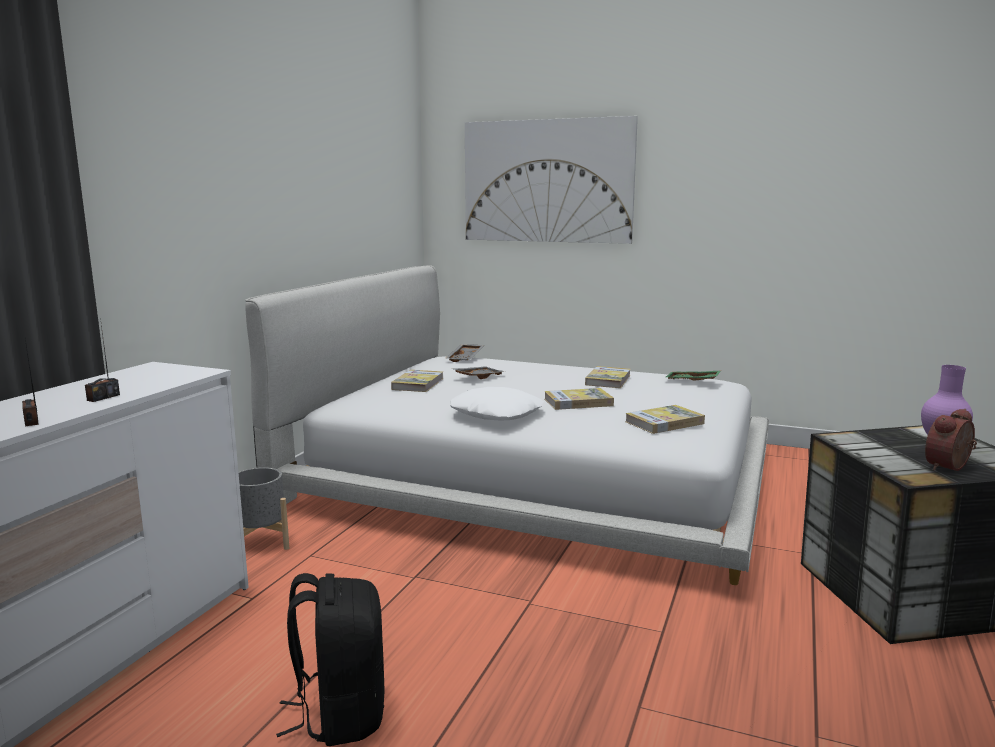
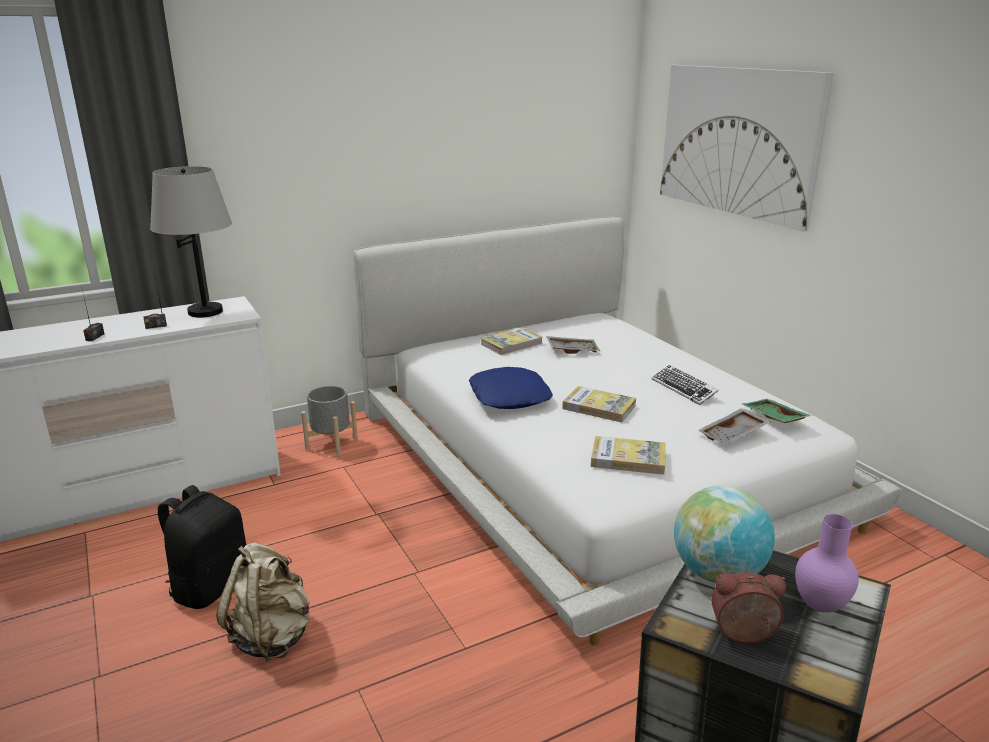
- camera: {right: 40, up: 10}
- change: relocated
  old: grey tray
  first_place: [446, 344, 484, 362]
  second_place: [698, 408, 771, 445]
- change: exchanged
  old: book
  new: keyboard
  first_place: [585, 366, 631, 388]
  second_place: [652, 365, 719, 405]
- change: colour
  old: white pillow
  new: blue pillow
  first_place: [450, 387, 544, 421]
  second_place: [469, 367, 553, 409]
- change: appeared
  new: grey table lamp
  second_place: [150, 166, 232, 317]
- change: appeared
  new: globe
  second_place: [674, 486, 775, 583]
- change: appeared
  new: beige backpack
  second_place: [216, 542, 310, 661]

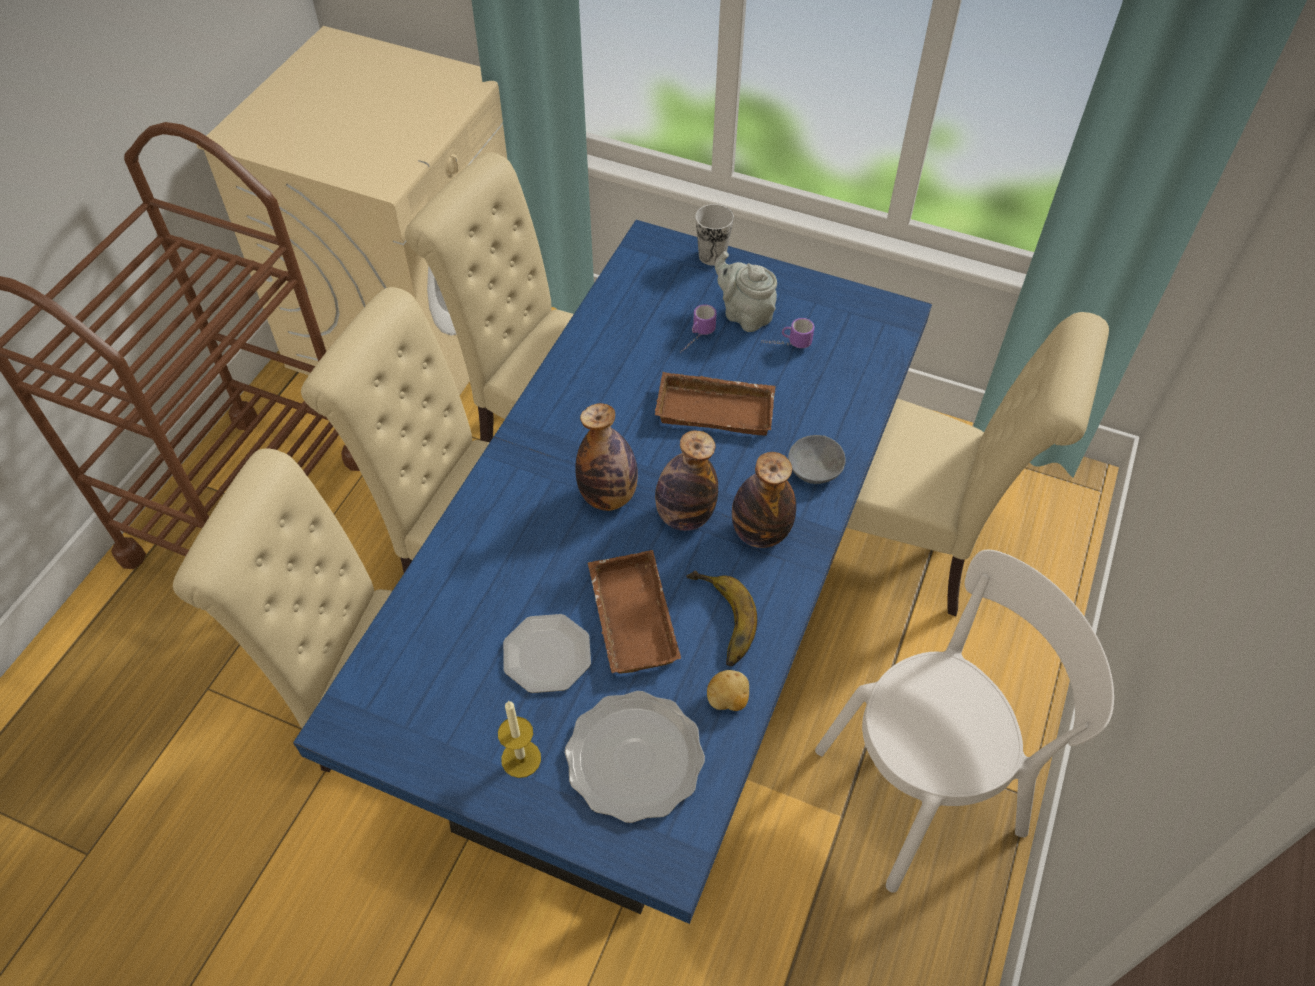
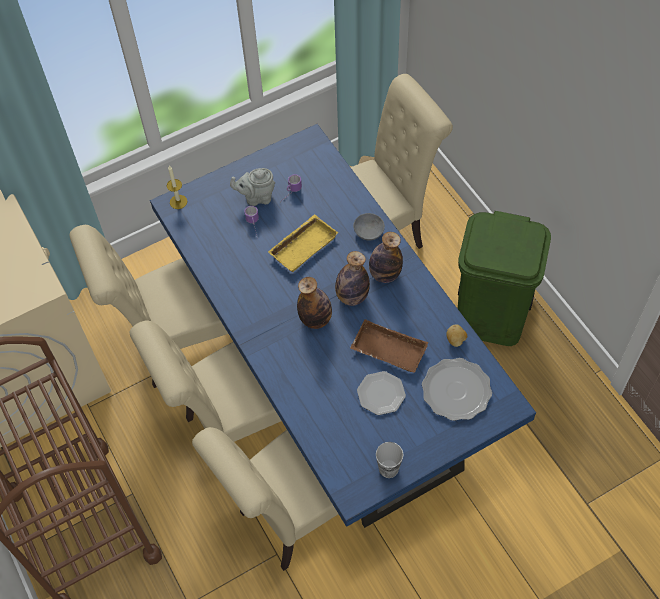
- camera: {right: -50, up: 5}
- change: relocated
  old: cup
  first_place: [696, 204, 734, 266]
  second_place: [376, 442, 403, 478]
- change: colour
  old: brown tray
  new: yellow tray
  first_place: [655, 372, 776, 436]
  second_place: [268, 214, 338, 272]
- change: exchanged
  old: white chair
  new: green trash can
  first_place: [815, 550, 1114, 893]
  second_place: [457, 211, 551, 346]
- change: missing
  old: banana
  first_place: [687, 570, 757, 666]
- change: relocated
  old: candle
  first_place: [498, 701, 541, 778]
  second_place: [167, 165, 188, 209]

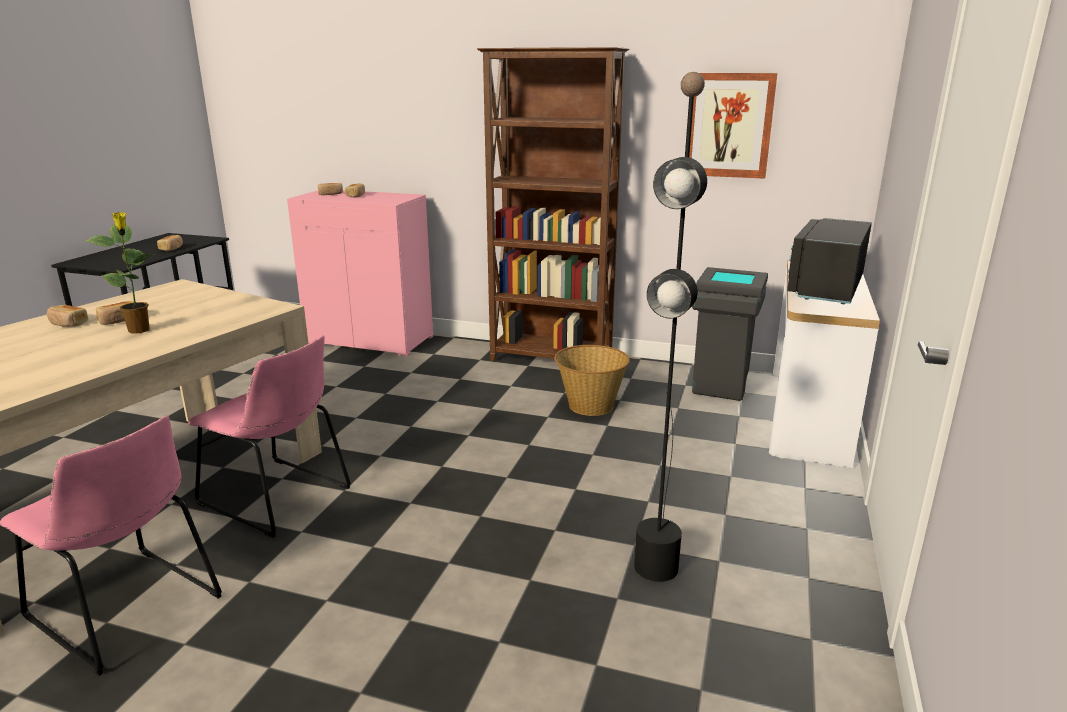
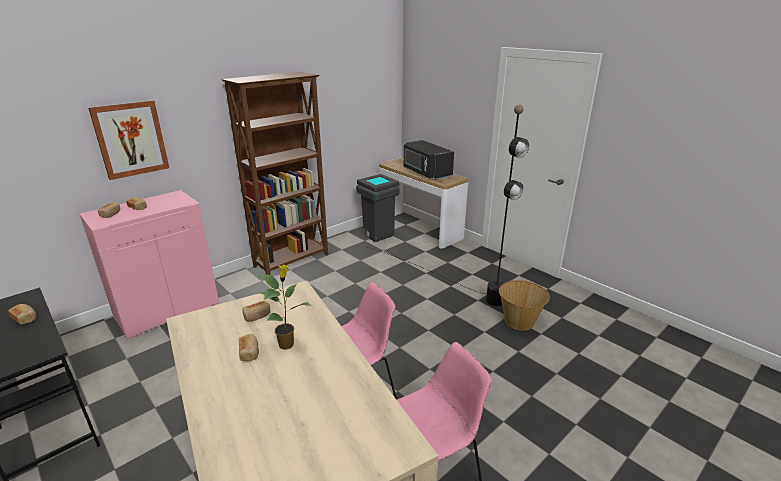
- camera: {right: -60, up: 5}
- change: relocated
  old: picture
  first_place: [689, 73, 777, 179]
  second_place: [88, 100, 169, 180]
- change: relocated
  old: bread
  first_place: [47, 305, 88, 327]
  second_place: [243, 301, 270, 322]
- change: relocated
  old: basket
  first_place: [554, 345, 630, 416]
  second_place: [499, 280, 550, 330]

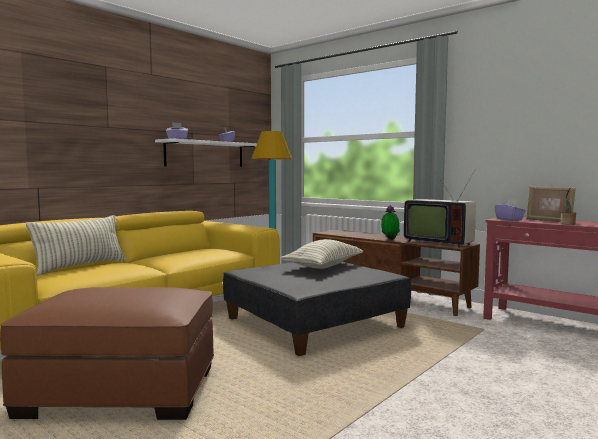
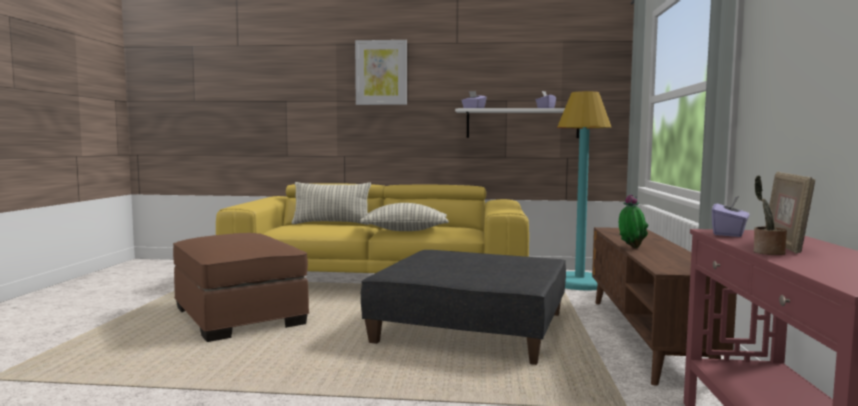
- camera: {right: 55, up: 0}
- change: missing
  old: television
  first_place: [404, 169, 476, 248]
- change: relocated
  old: pillow
  first_place: [281, 239, 363, 269]
  second_place: [360, 203, 449, 231]
- change: appeared
  new: picture
  second_place: [355, 40, 407, 105]

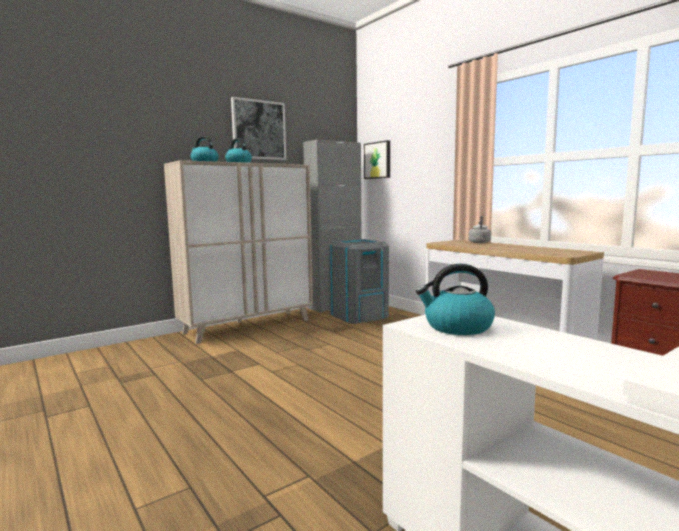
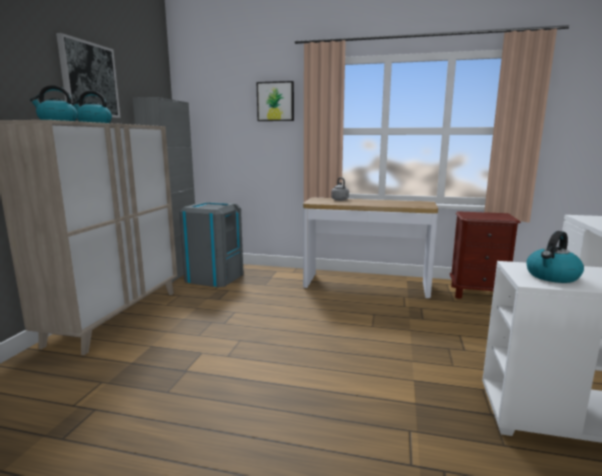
- camera: {right: -40, up: 5}
- change: relocated
  old: picture
  first_place: [364, 140, 390, 179]
  second_place: [257, 81, 294, 121]

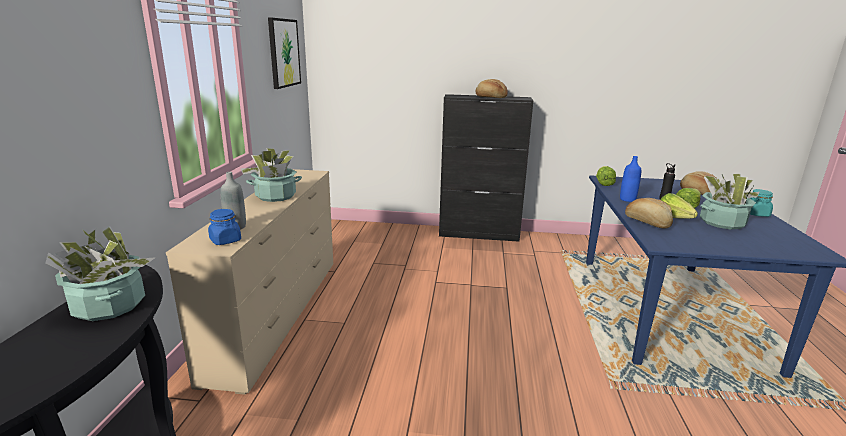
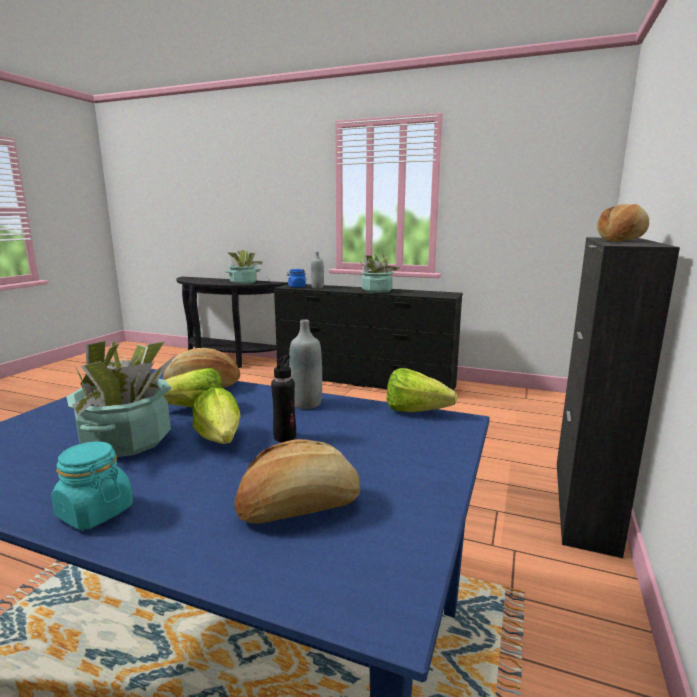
- camera: {right: 105, up: -5}
- change: missing
  old: picture
  first_place: [268, 18, 301, 89]
- change: colour
  old: blue bottle
  new: grey bottle
  first_place: [620, 156, 641, 202]
  second_place: [289, 319, 322, 409]
- change: colour
  old: beige dresser
  new: black dresser
  first_place: [166, 169, 333, 395]
  second_place: [274, 284, 463, 390]

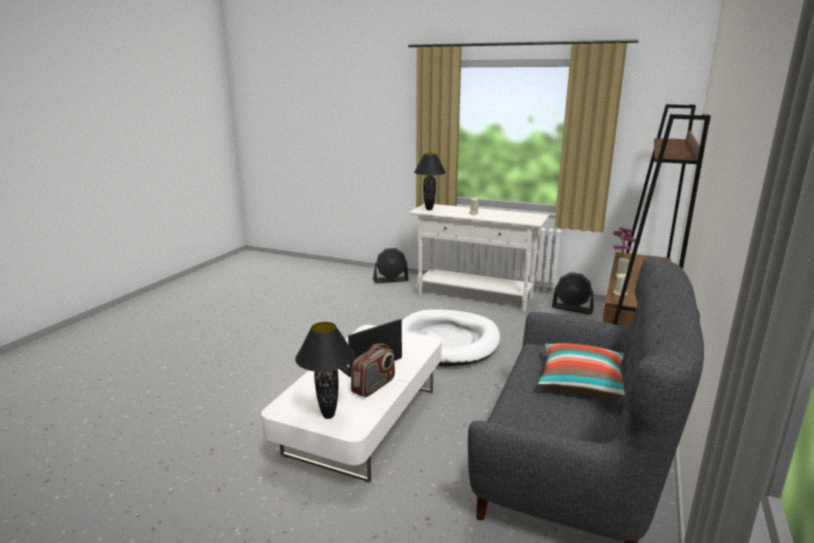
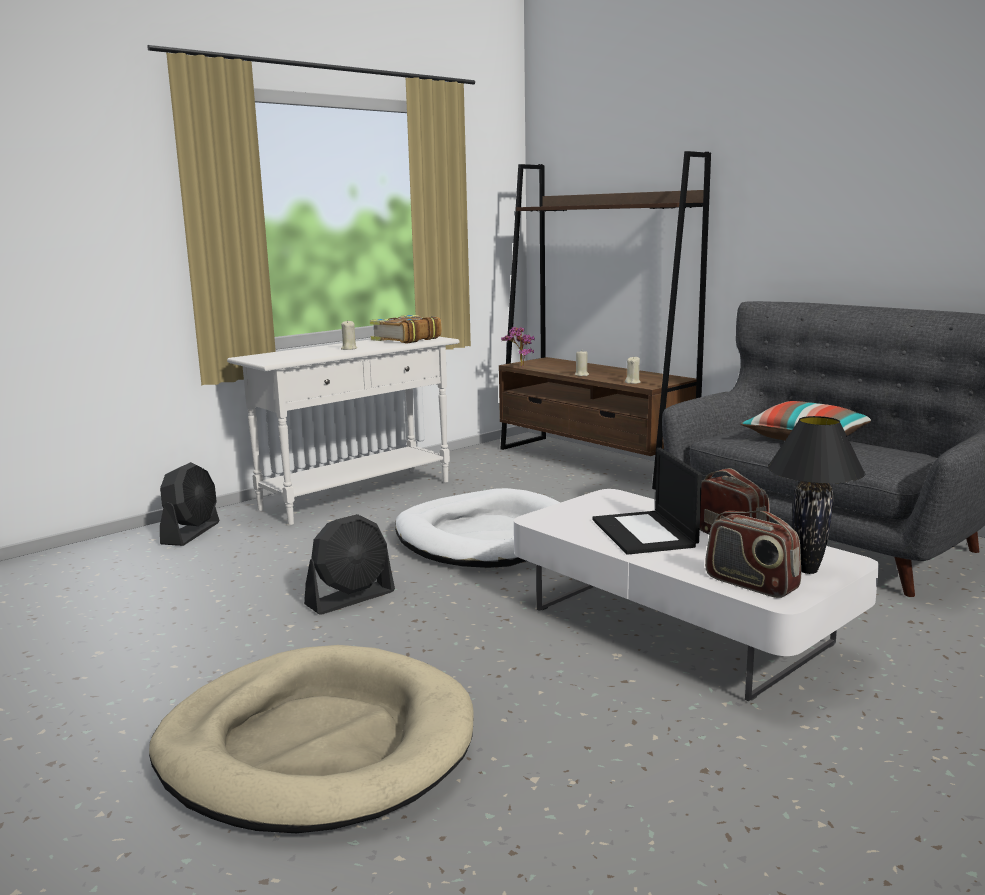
- camera: {right: -65, up: -5}
- change: missing
  old: black table lamp
  first_place: [414, 154, 446, 210]
- change: relocated
  old: black fan
  first_place: [552, 272, 594, 315]
  second_place: [304, 514, 395, 615]
- change: appeared
  new: book
  second_place: [370, 315, 442, 344]
- change: appeared
  new: radio
  second_place: [705, 511, 801, 598]
- change: appeared
  new: beige dog bed
  second_place: [149, 645, 474, 833]

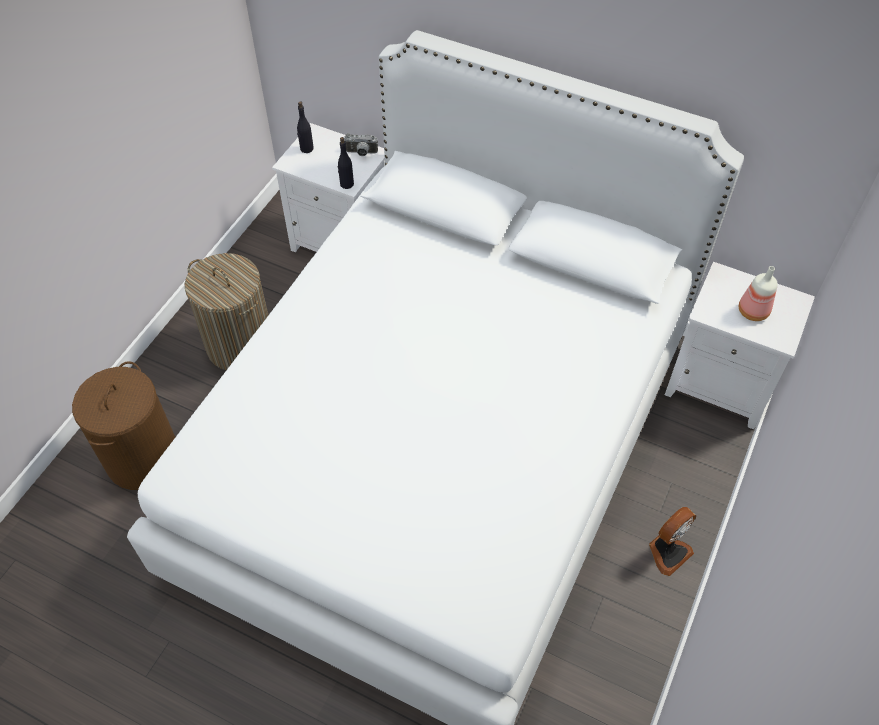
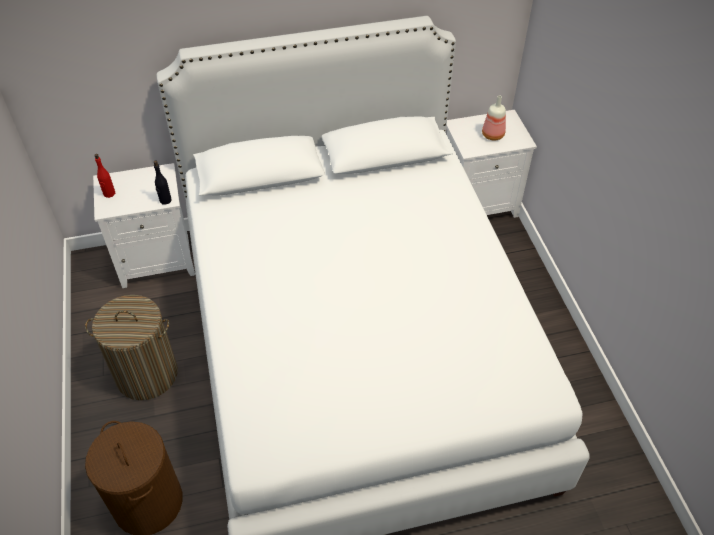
- camera: {right: -40, up: -5}
- change: colour
  old: black bottle
  new: red bottle
  first_place: [297, 101, 314, 153]
  second_place: [94, 154, 115, 198]
- change: missing
  old: photo camera
  first_place: [344, 133, 378, 156]
- change: missing
  old: fan
  first_place: [649, 507, 696, 576]

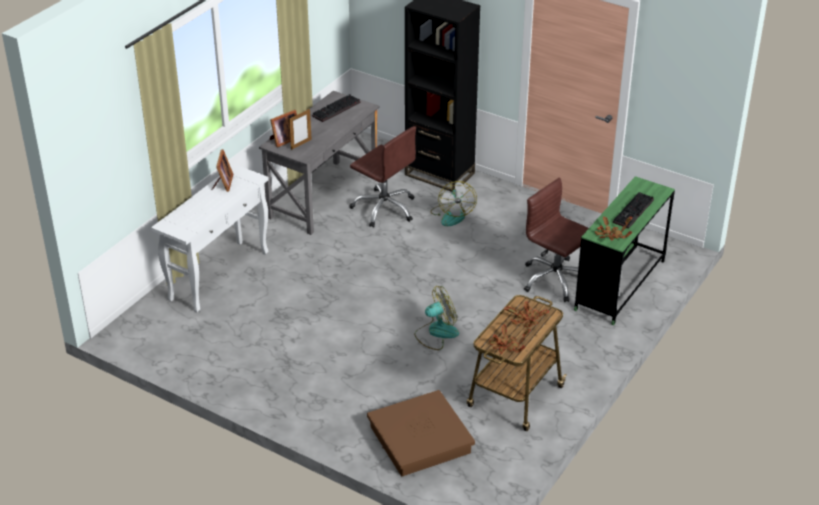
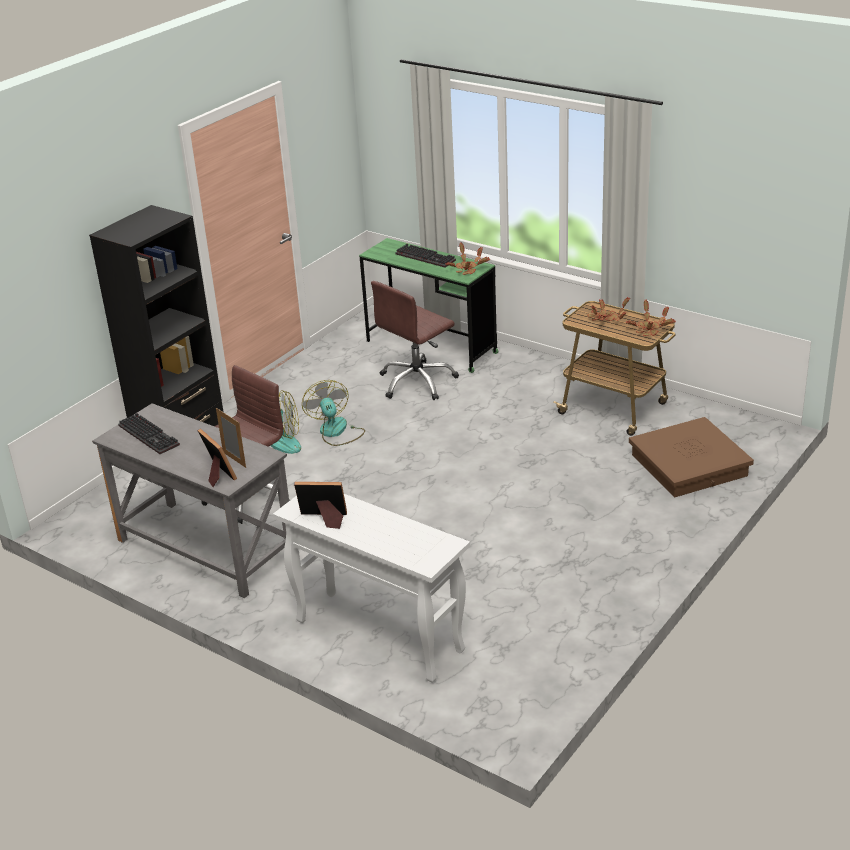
- camera: {right: -85, up: -5}
- change: relocated
  old: fan
  first_place: [414, 286, 459, 350]
  second_place: [302, 380, 365, 446]

